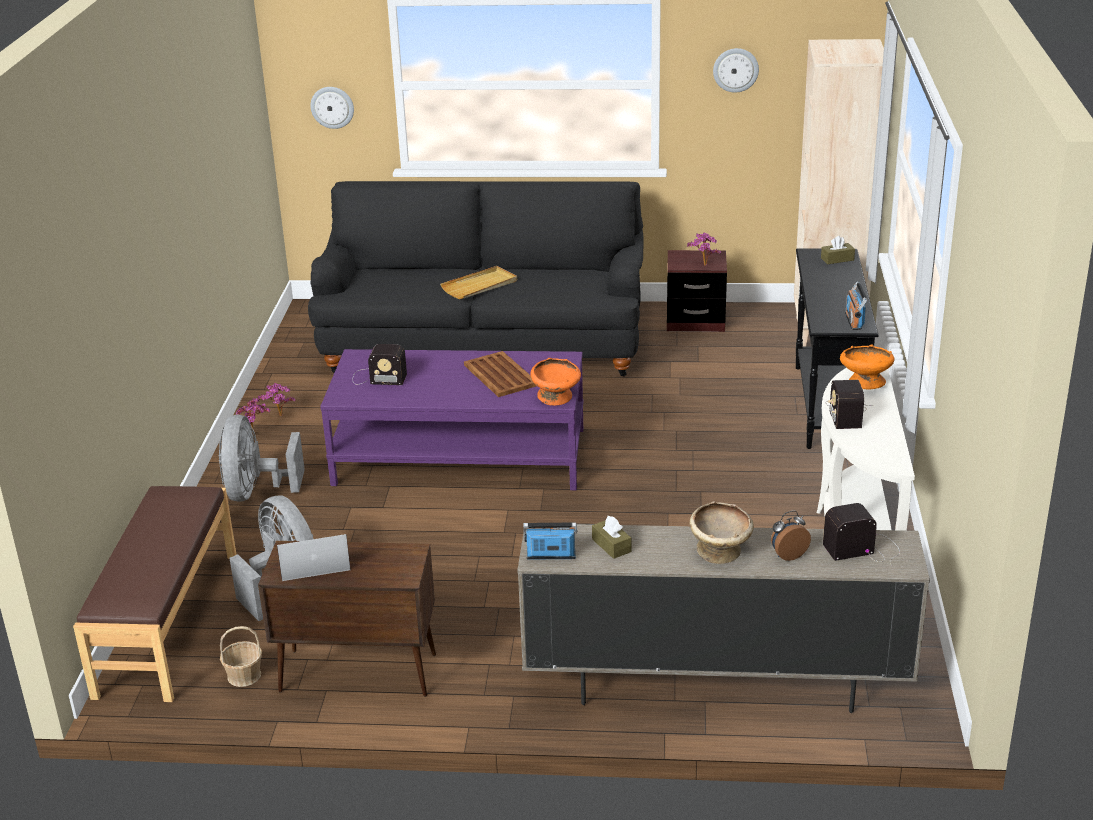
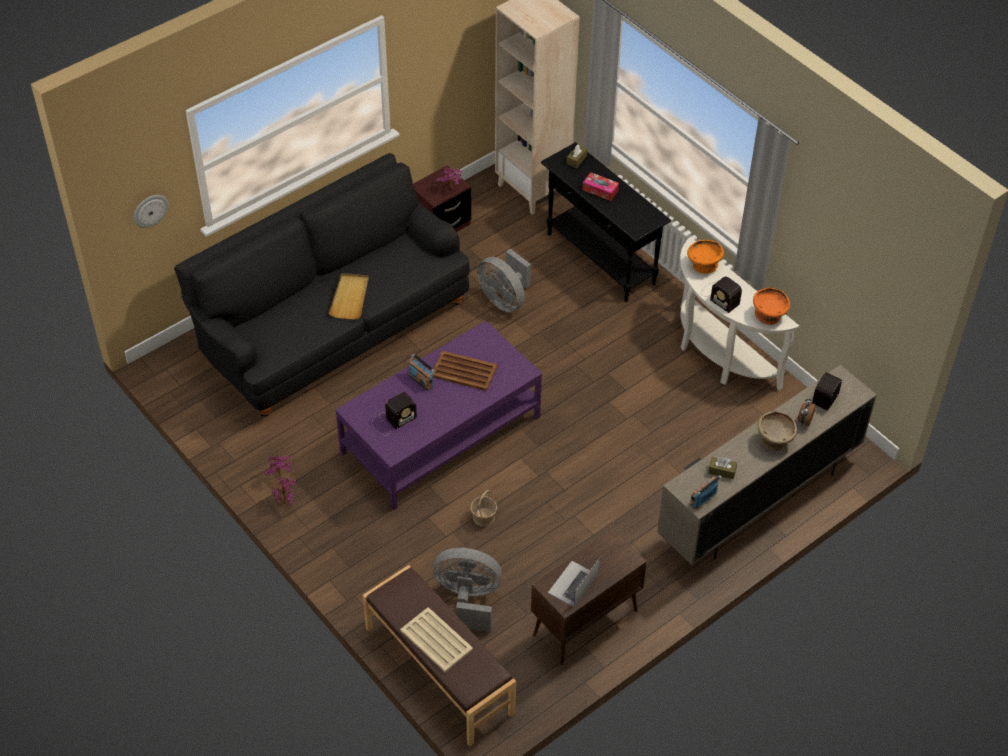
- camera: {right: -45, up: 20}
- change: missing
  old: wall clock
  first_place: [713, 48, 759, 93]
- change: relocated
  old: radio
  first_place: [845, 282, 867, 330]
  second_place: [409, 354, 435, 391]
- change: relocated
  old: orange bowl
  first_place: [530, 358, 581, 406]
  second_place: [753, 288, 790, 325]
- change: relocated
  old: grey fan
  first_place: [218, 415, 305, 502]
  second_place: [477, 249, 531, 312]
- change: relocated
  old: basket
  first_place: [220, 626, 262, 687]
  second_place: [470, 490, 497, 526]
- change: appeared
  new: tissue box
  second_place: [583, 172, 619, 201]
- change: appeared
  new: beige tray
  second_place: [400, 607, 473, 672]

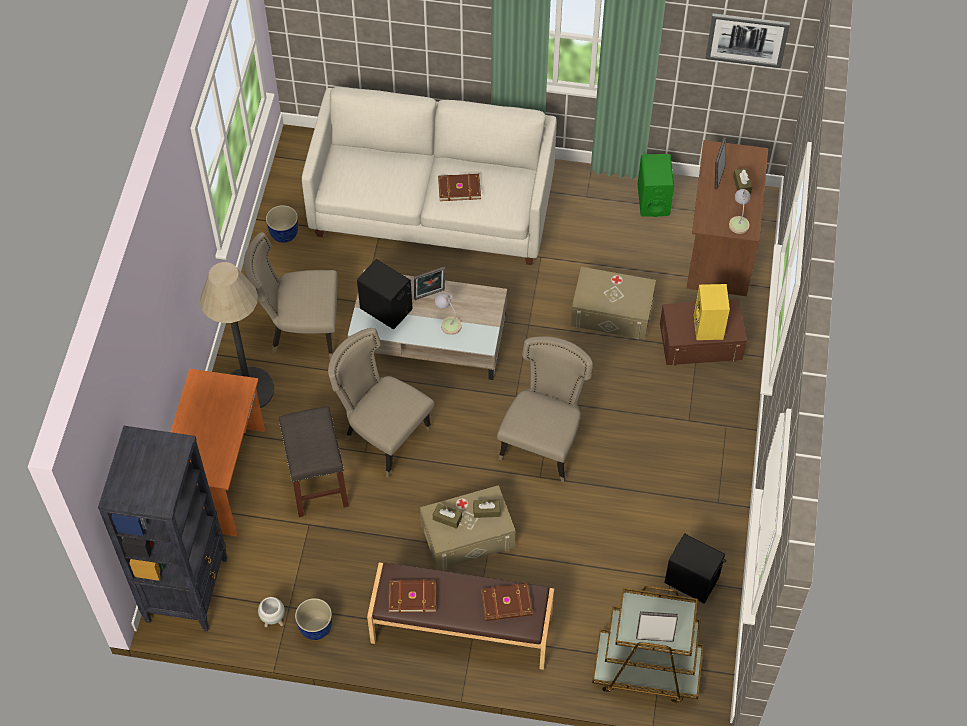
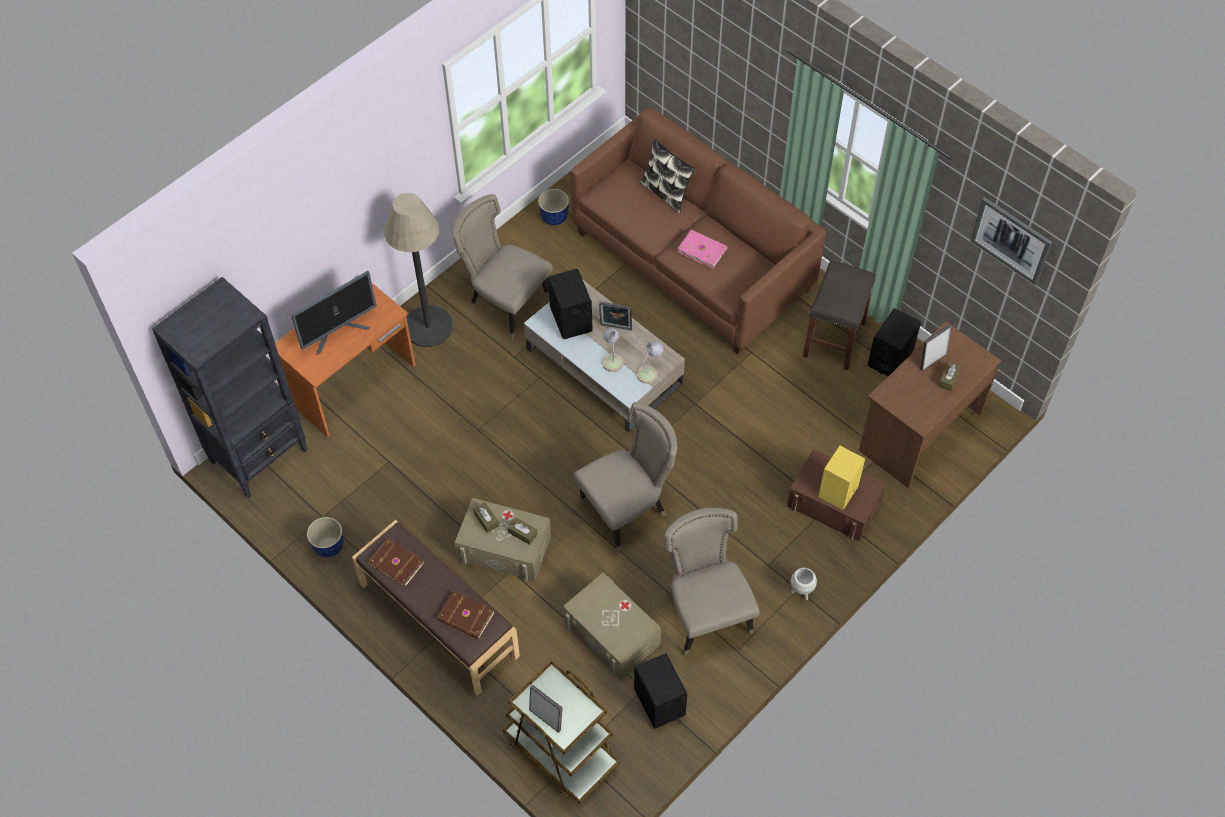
- camera: {right: 35, up: 0}
- change: colour
  old: white sofa
  new: brown sofa
  first_place: [302, 87, 557, 265]
  second_place: [571, 107, 826, 355]
- change: colour
  old: green speaker
  new: black speaker
  first_place: [637, 154, 674, 217]
  second_place: [868, 309, 921, 376]
- change: colour
  old: brown book
  new: pink book
  first_place: [438, 174, 481, 201]
  second_place: [677, 230, 728, 269]
- change: relocated
  old: table lamp
  first_place: [729, 189, 751, 234]
  second_place: [637, 342, 663, 384]
- change: relocated
  old: beige storage box
  first_place: [571, 267, 656, 340]
  second_place: [563, 573, 661, 679]
- change: relocated
  old: beige chair
  first_place: [328, 328, 435, 478]
  second_place: [664, 508, 760, 655]
- change: relocated
  old: grey stool
  first_place: [279, 406, 349, 517]
  second_place: [803, 261, 876, 370]
- change: relocated
  old: white planter
  first_place: [258, 597, 285, 627]
  second_place: [791, 568, 817, 600]
- change: appeared
  new: pillow
  second_place: [640, 139, 695, 213]
- change: appeared
  new: monitor
  second_place: [291, 271, 377, 355]

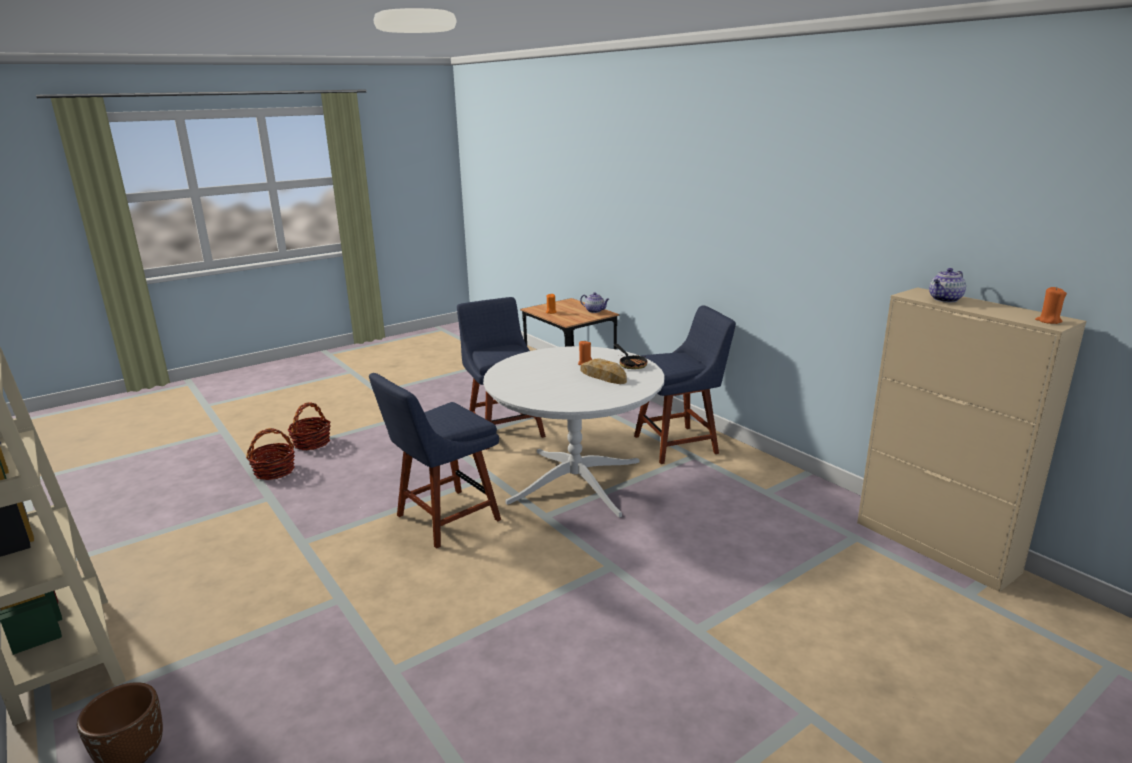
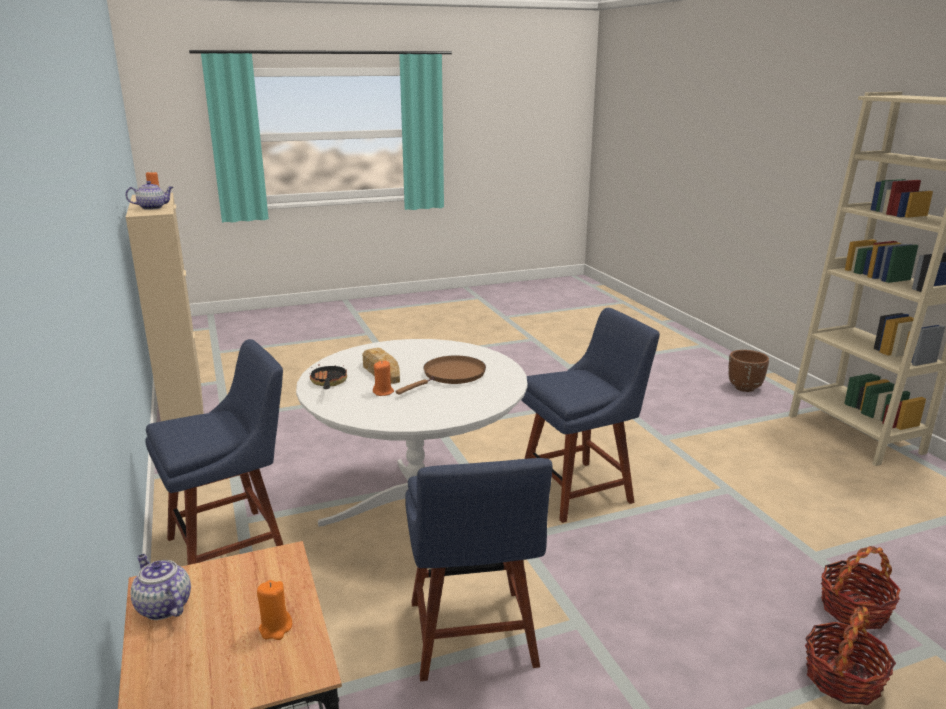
- camera: {right: -165, up: 0}
- change: spun
  old: blue chair
  first_place: [634, 305, 736, 464]
  second_place: [145, 339, 283, 565]
  degrees: 150
- change: appeared
  new: brown frying pan
  second_place: [396, 355, 486, 395]

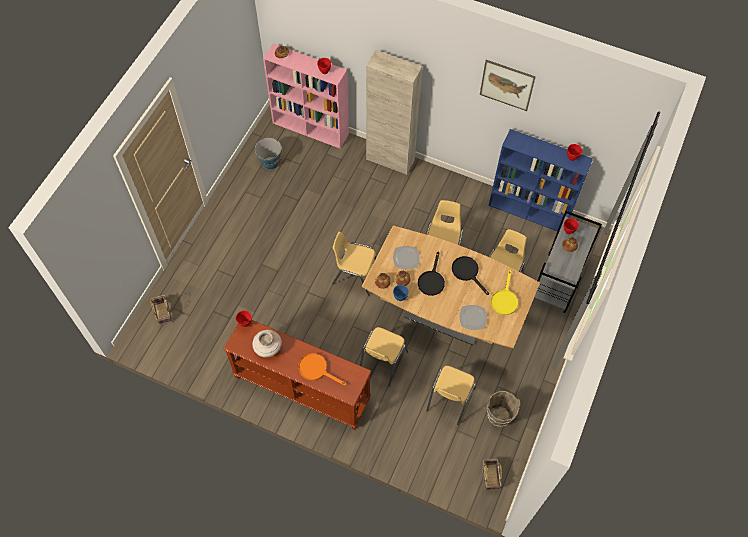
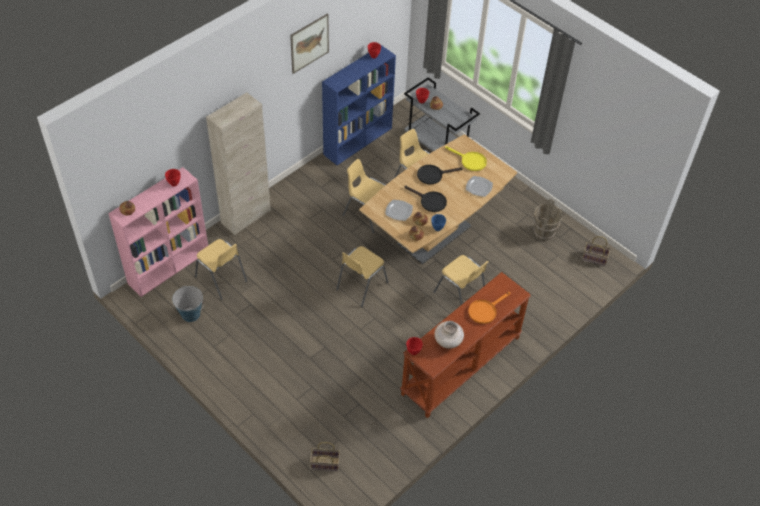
- camera: {right: -70, up: -10}
- change: relocated
  old: yellow chair
  first_place: [426, 366, 476, 425]
  second_place: [195, 239, 247, 300]

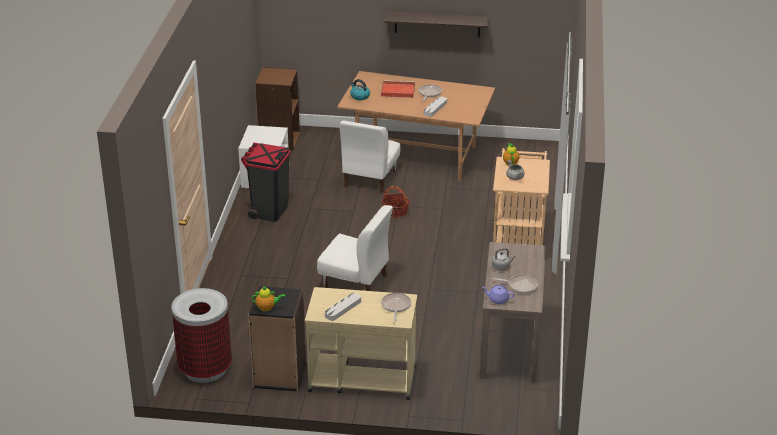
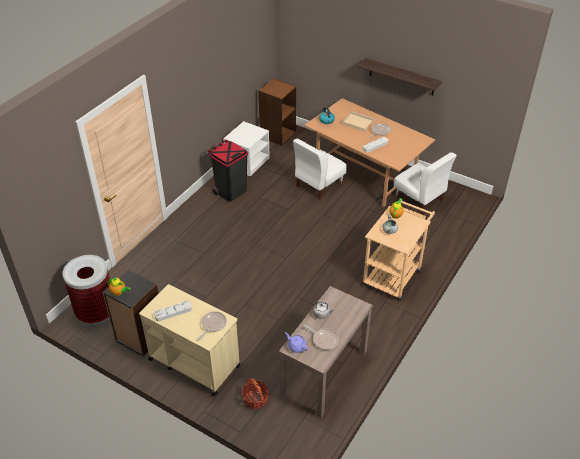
- camera: {right: 25, up: 10}
- change: colour
  old: red tray
  new: beige tray
  first_place: [381, 80, 415, 98]
  second_place: [342, 112, 375, 132]
- change: relocated
  old: basket
  first_place: [382, 186, 410, 218]
  second_place: [241, 378, 269, 409]
- change: relocated
  old: white chair
  first_place: [317, 205, 393, 291]
  second_place: [394, 152, 457, 215]

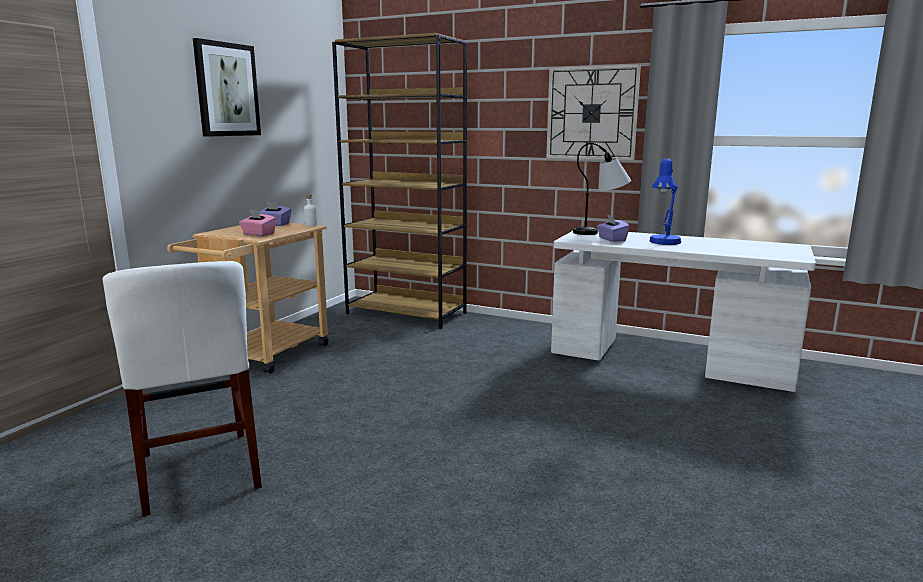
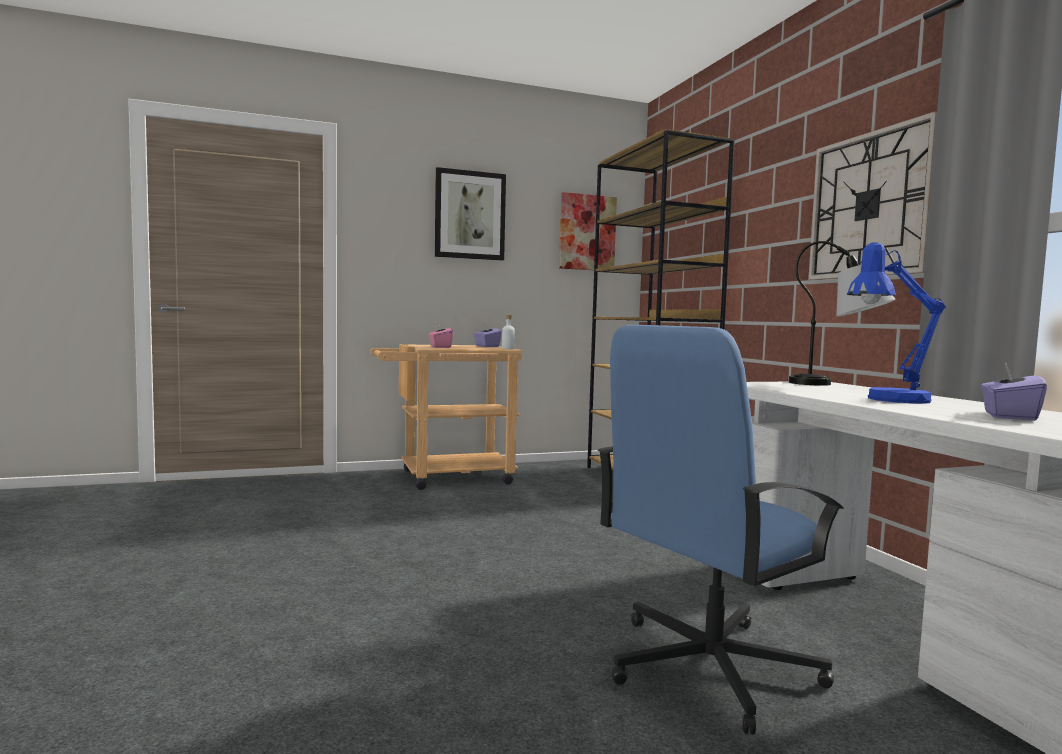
- camera: {right: 45, up: -10}
- change: relocated
  old: purple tissue box
  first_place: [597, 215, 630, 242]
  second_place: [981, 362, 1047, 421]
- change: missing
  old: white chair
  first_place: [103, 261, 262, 516]
- change: appeared
  new: picture
  second_place: [559, 192, 617, 270]
- change: appeared
  new: blue office chair
  second_place: [598, 325, 844, 735]

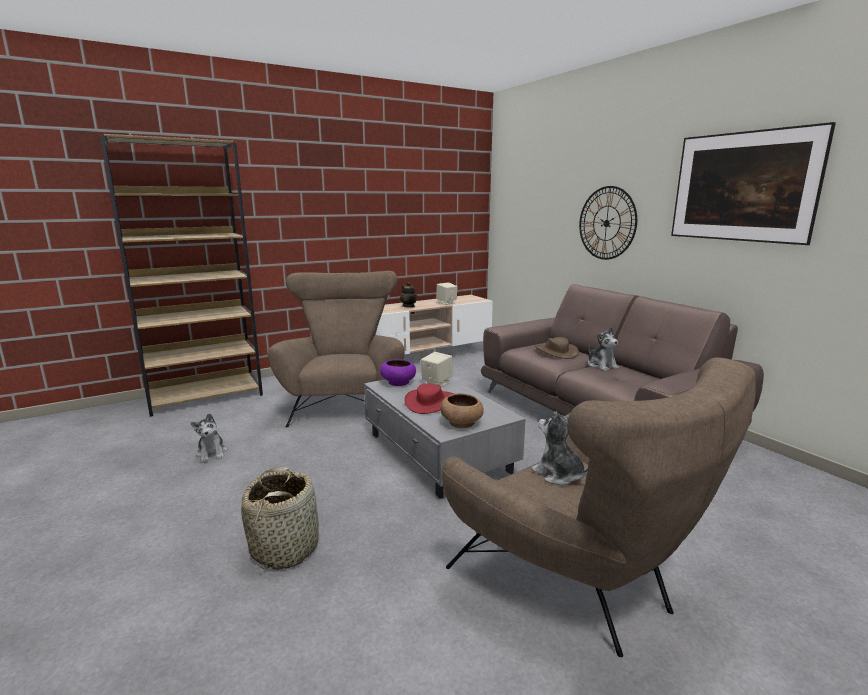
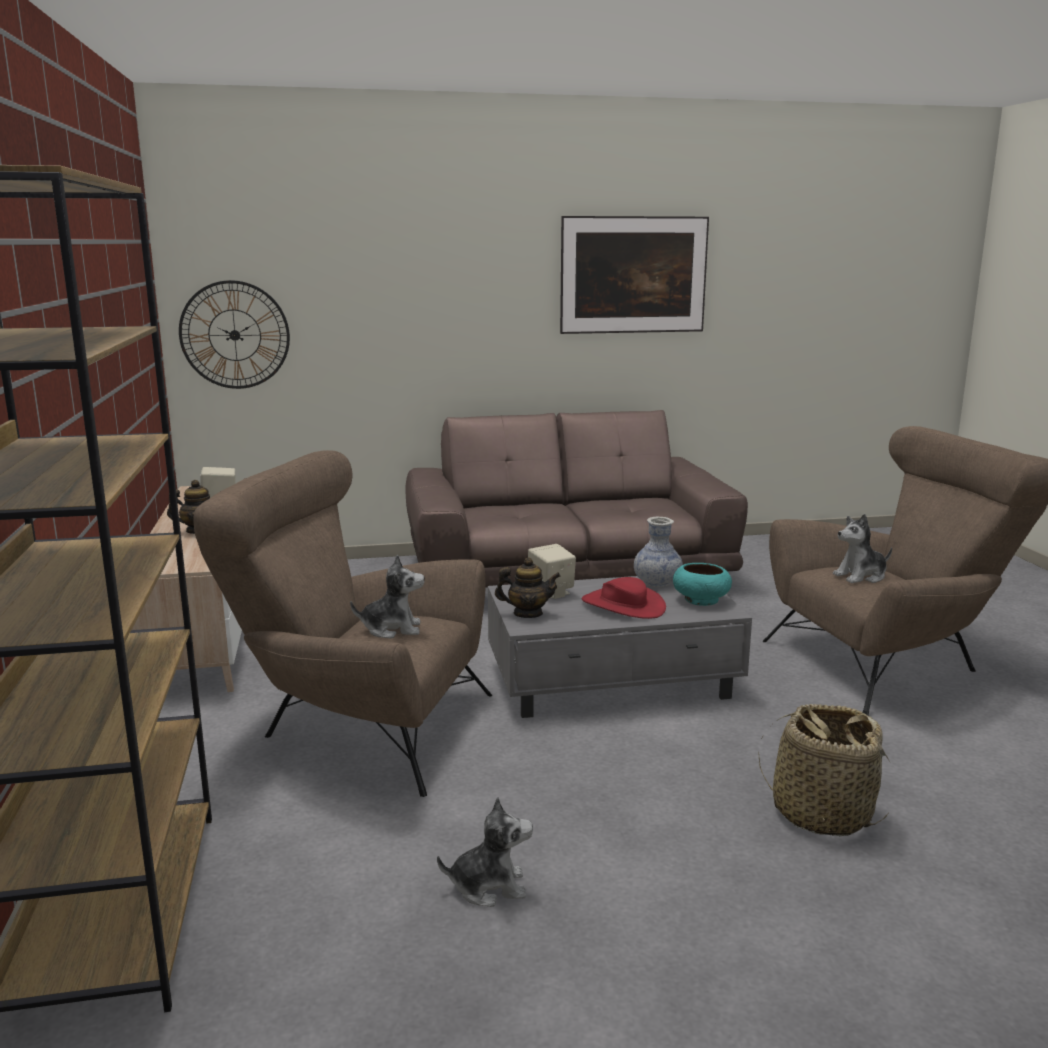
- camera: {right: -70, up: 0}
- change: relocated
  old: wall clock
  first_place: [579, 186, 637, 260]
  second_place: [179, 280, 290, 389]
- change: relocated
  old: plush toy
  first_place: [588, 327, 619, 371]
  second_place: [350, 554, 425, 639]
- change: missing
  old: brown hat
  first_place: [535, 337, 579, 359]
- change: exchanged
  old: purple bowl
  new: teapot
  first_place: [380, 359, 416, 386]
  second_place: [495, 557, 561, 618]
- change: colour
  old: brown bowl
  new: turquoise bowl
  first_place: [440, 393, 484, 428]
  second_place: [673, 563, 732, 606]
- change: appeared
  new: vase
  second_place: [634, 517, 683, 587]

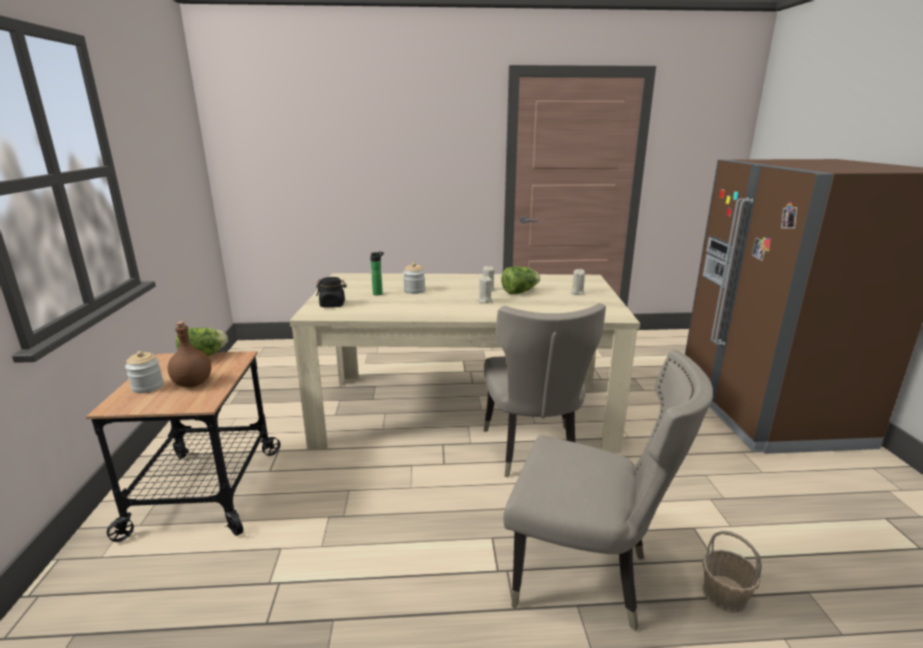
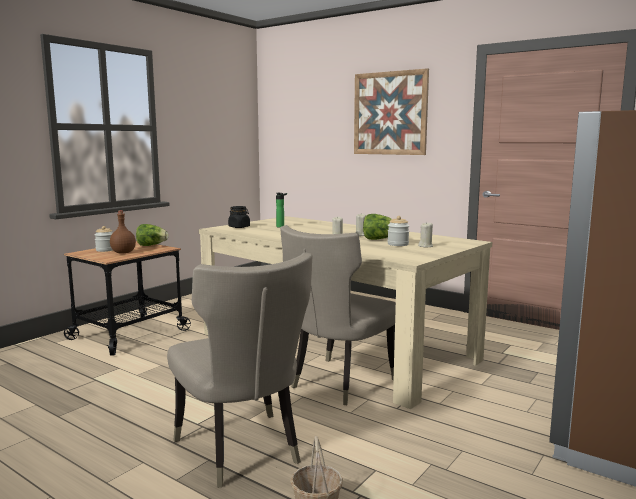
- camera: {right: 40, up: -10}
- change: relocated
  old: jar
  first_place: [403, 262, 425, 294]
  second_place: [387, 216, 409, 246]
- change: appeared
  new: picture
  second_place: [354, 68, 429, 155]

